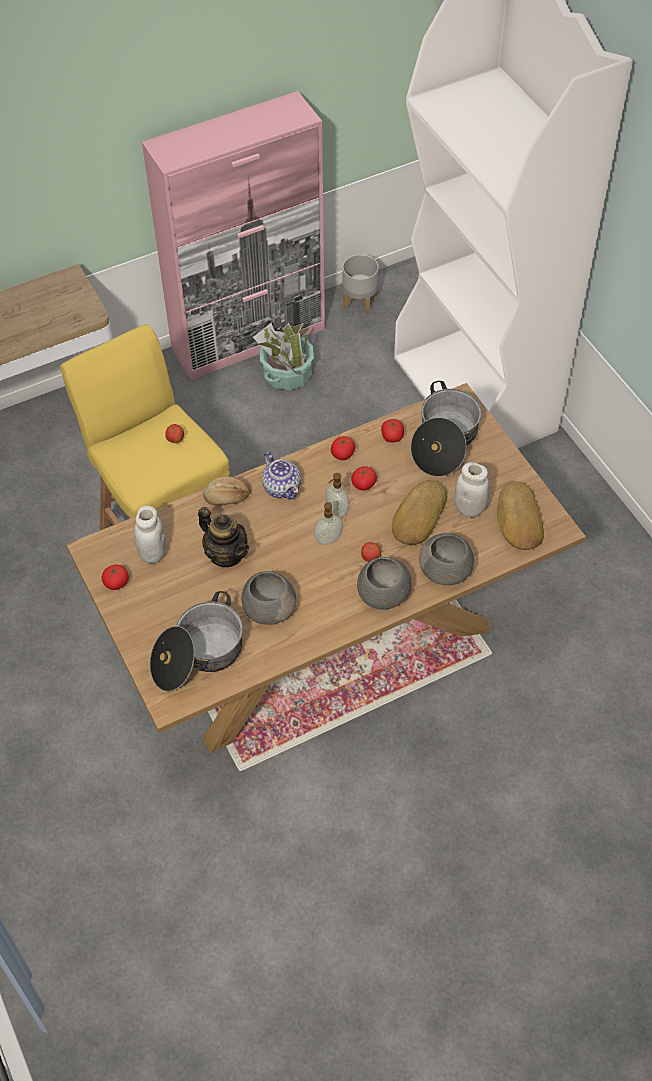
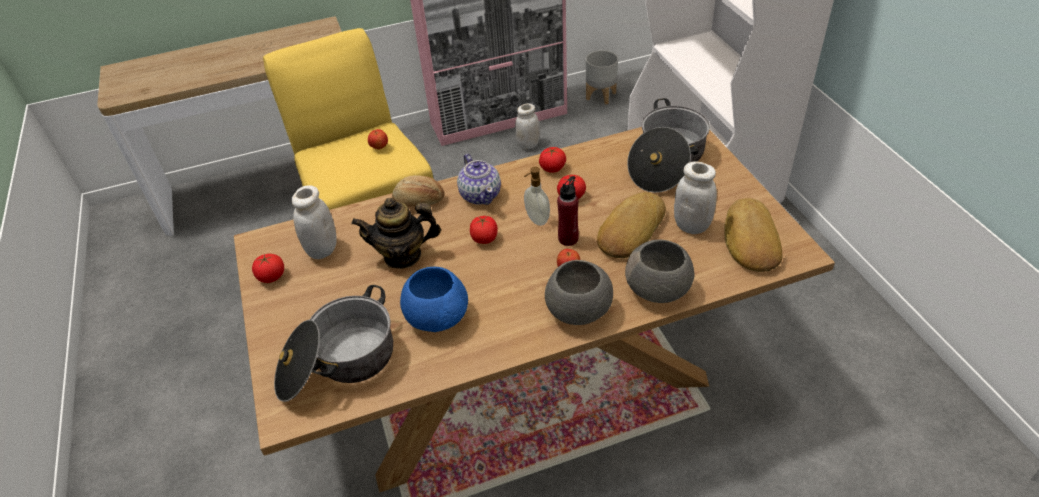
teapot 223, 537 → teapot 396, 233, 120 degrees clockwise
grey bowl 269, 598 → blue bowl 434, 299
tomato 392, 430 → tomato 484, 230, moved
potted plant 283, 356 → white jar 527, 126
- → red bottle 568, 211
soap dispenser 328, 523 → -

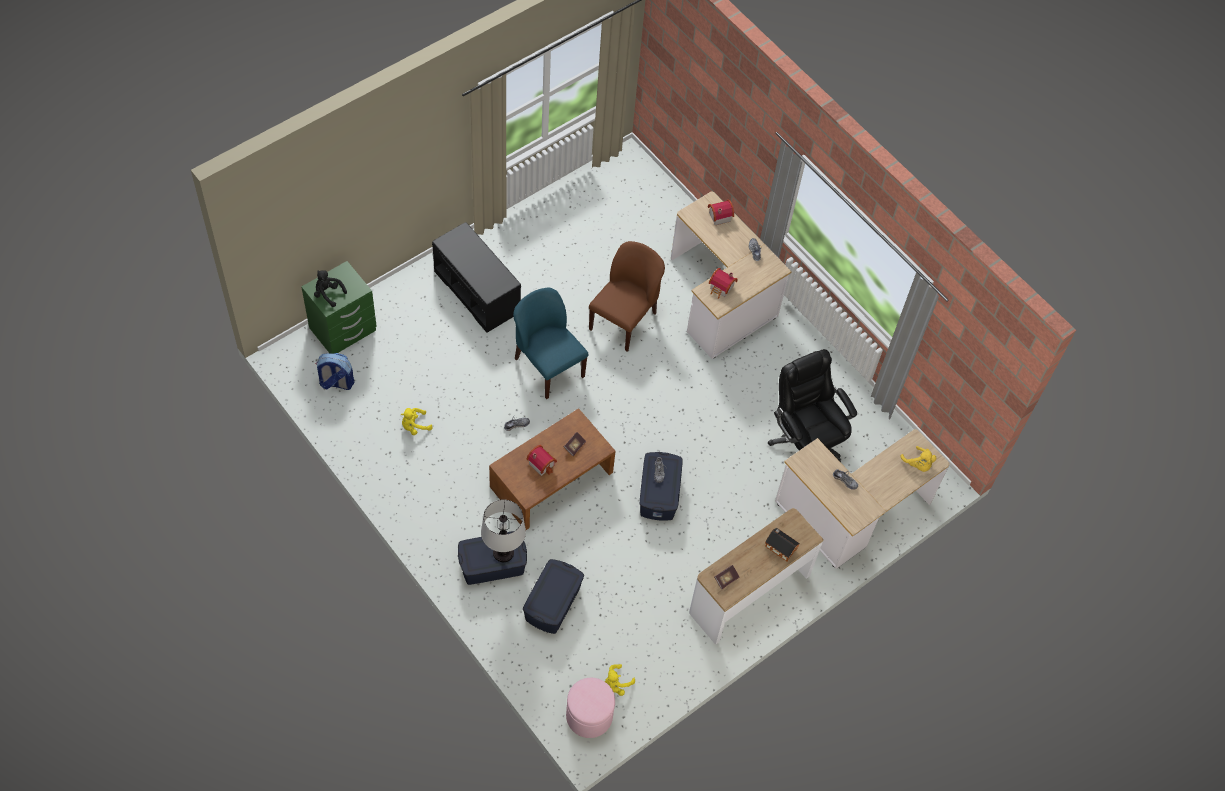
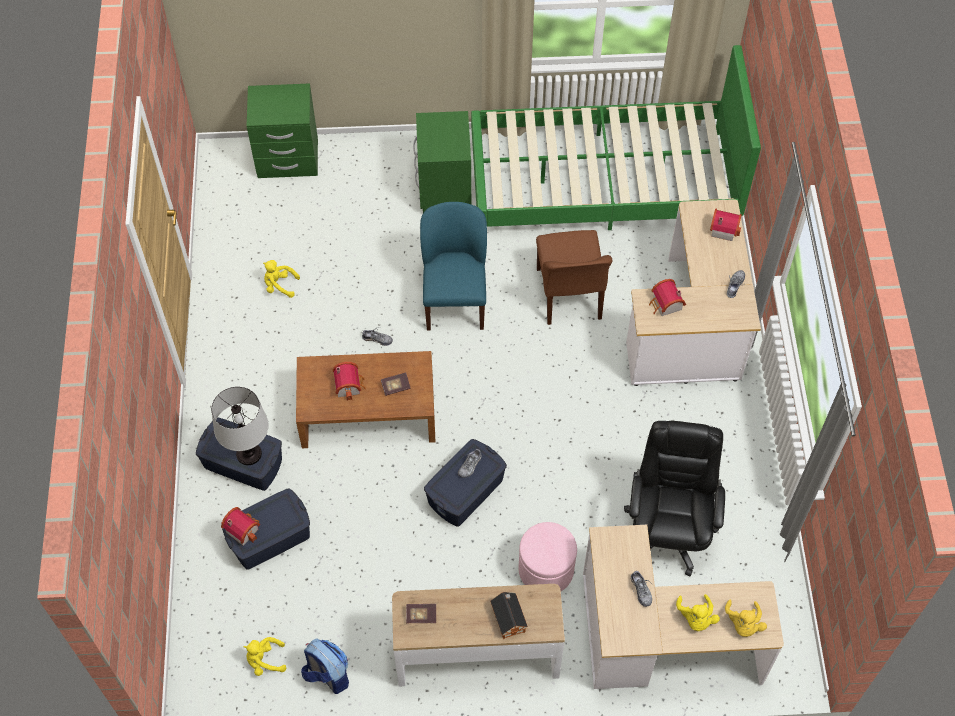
- → toy house 240, 526
backpack 335, 371 → backpack 325, 666, moved
black bench 476, 277 → green nightstand 442, 162
- → green bed 616, 137
pink ottoman 590, 708 → pink ottoman 548, 556, moved
brown chair 627, 296 → brown chair 574, 277, 105 degrees clockwise
- → yellow plush toy 698, 612
black plush toy 330, 288 → -

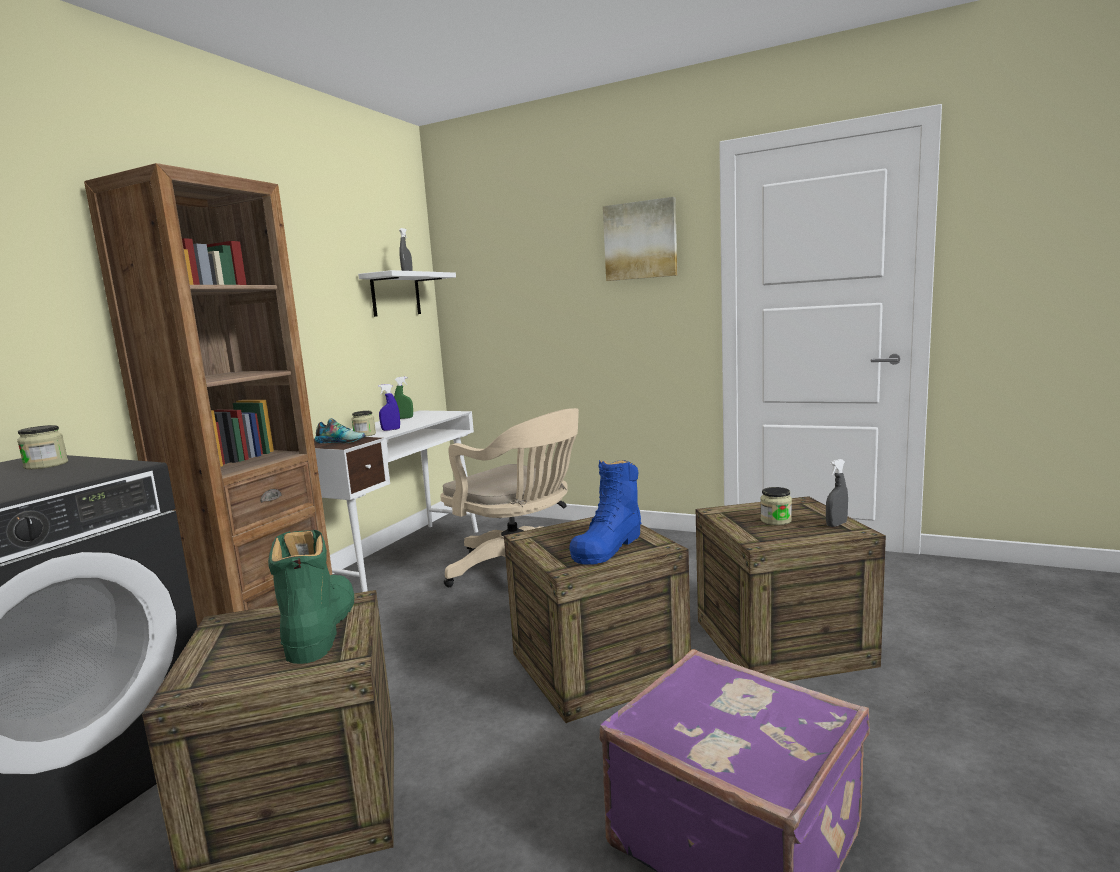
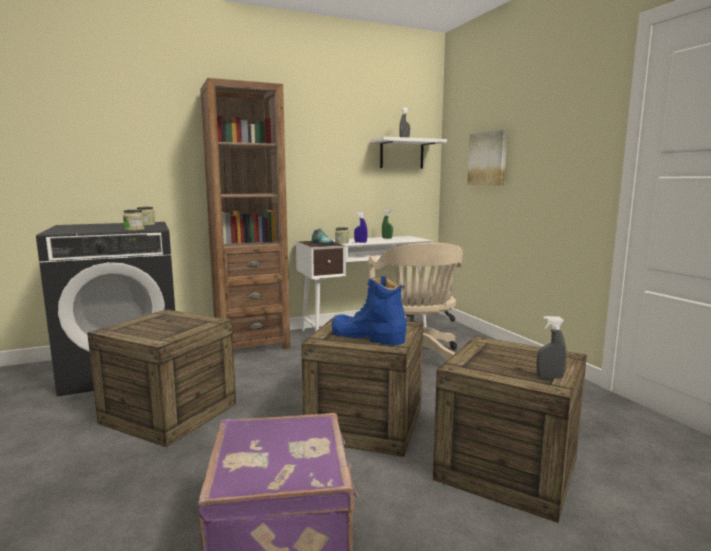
jar 776, 506 → jar 133, 220, moved
blue boot 605, 512 → blue boot 368, 311, 45 degrees clockwise
picture 640, 239 → picture 487, 157, moved
green boot 311, 597 → -

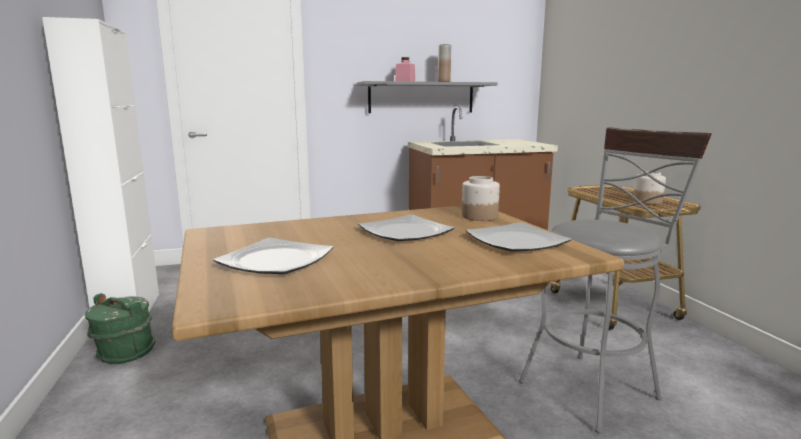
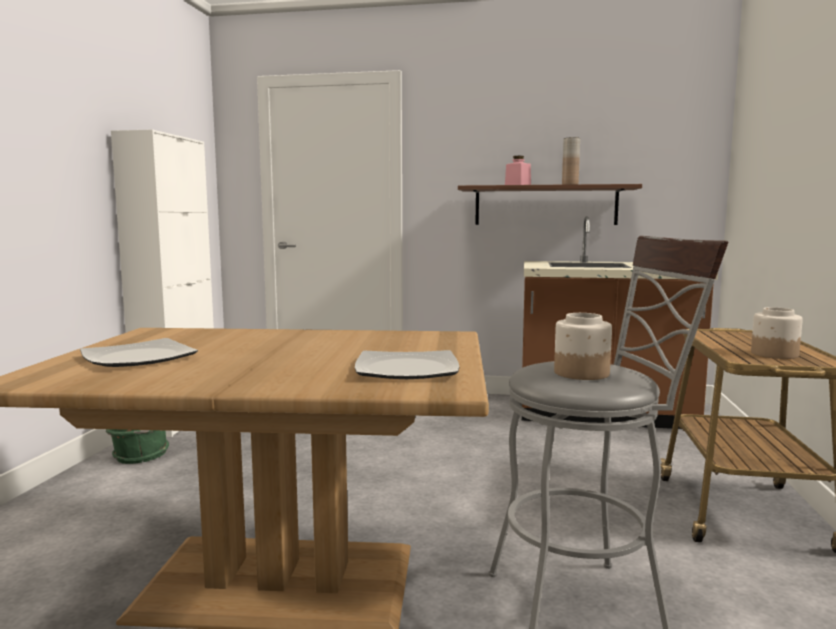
grey shelf 427, 97 → brown shelf 550, 204
jar 481, 198 → jar 583, 346, moved
plate 406, 228 → -

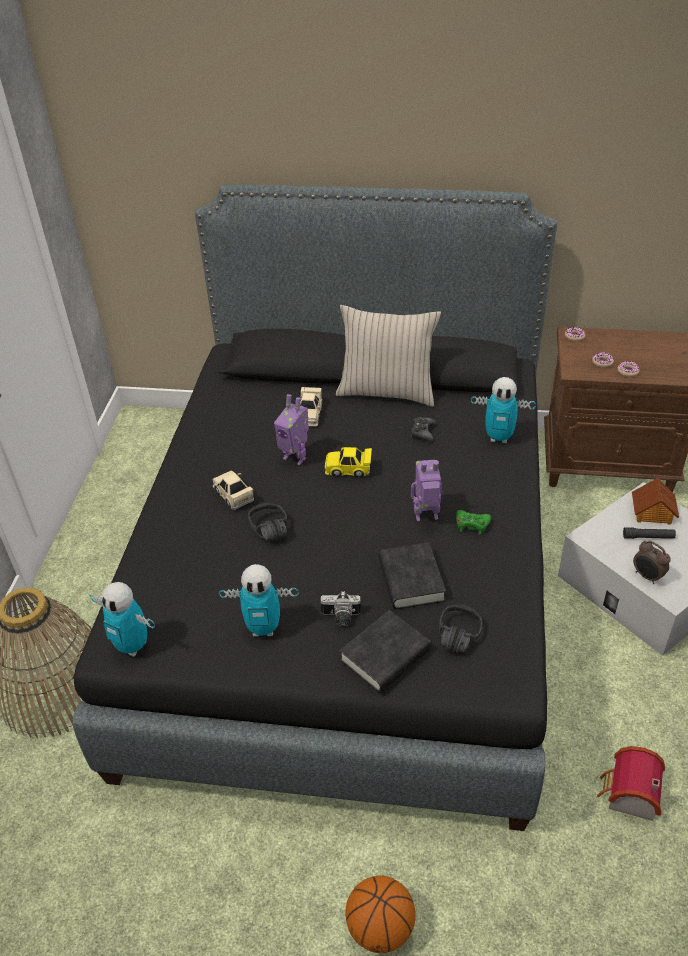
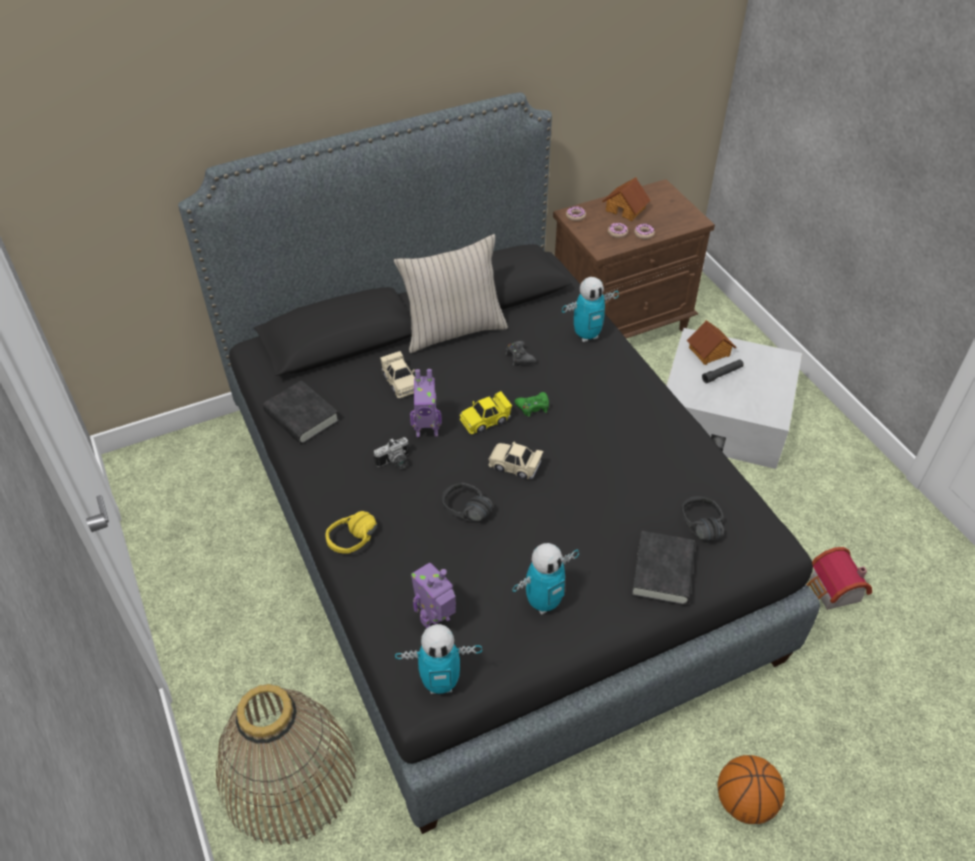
black book 412, 575 → black book 301, 412, moved
- → yellow headphones 351, 532
photo camera 340, 608 → photo camera 391, 453, moved
toy robot 426, 490 → toy robot 433, 596, moved
beige toy car 233, 490 → beige toy car 516, 460, moved
green game controller 473, 522 → green game controller 532, 404, moved
- → toy house 626, 199
alarm clock 651, 562 → -

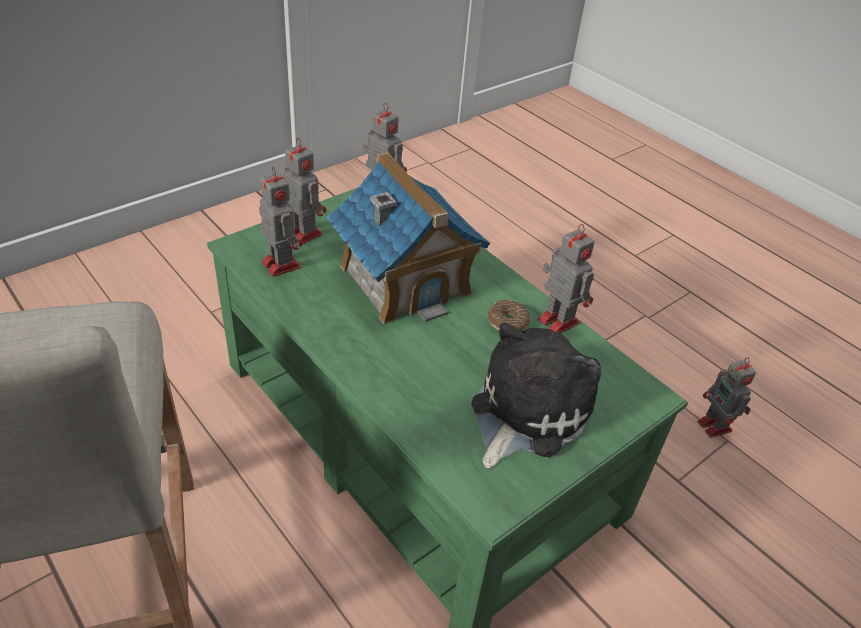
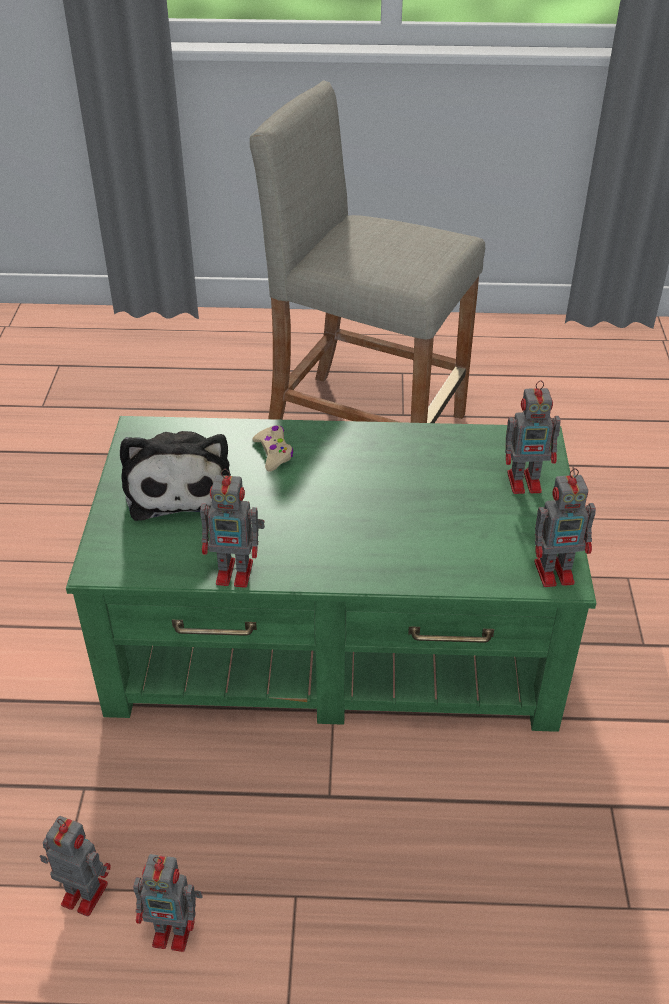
toy robot 280, 221 → toy robot 168, 903, moved
- → beige game controller 272, 448
toy house 408, 238 → -
donut 509, 315 → -

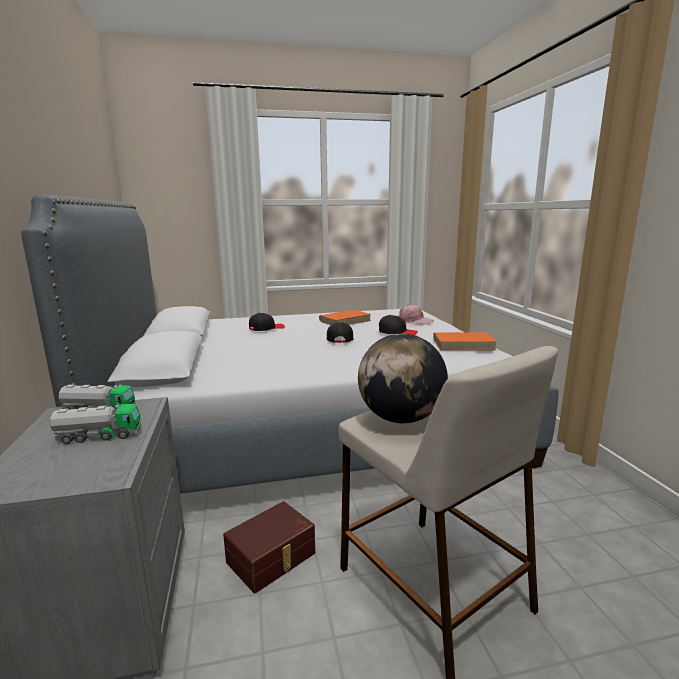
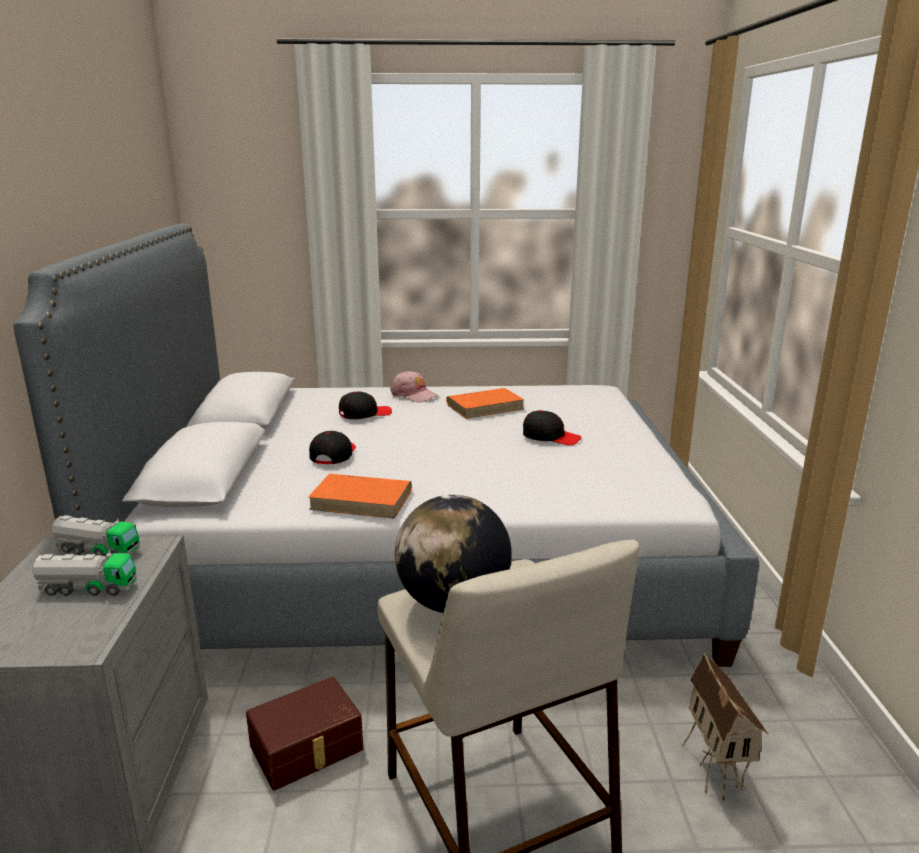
orange book 465, 341 → orange book 360, 496, moved
black cap 340, 332 → black cap 332, 447, moved
pink cap 416, 314 → pink cap 414, 386, moved
- → toy house 725, 727

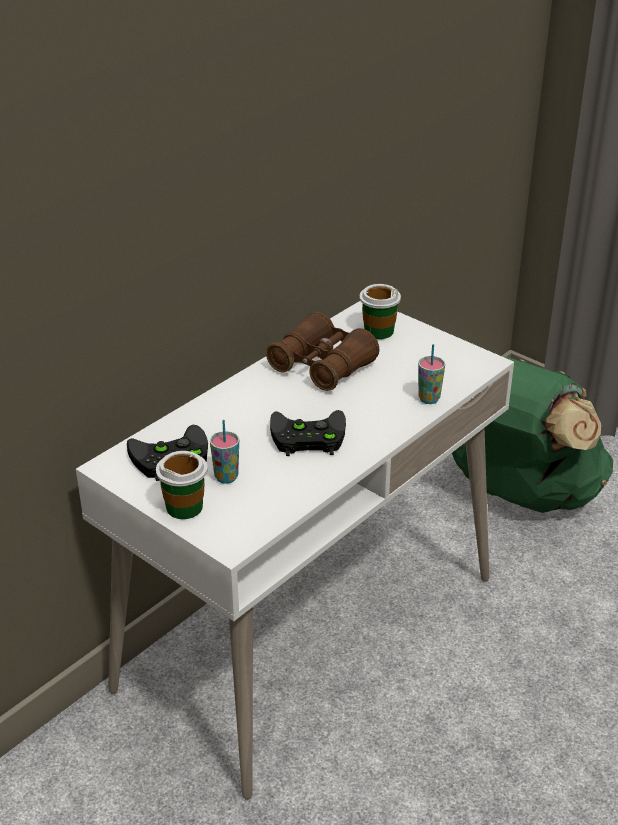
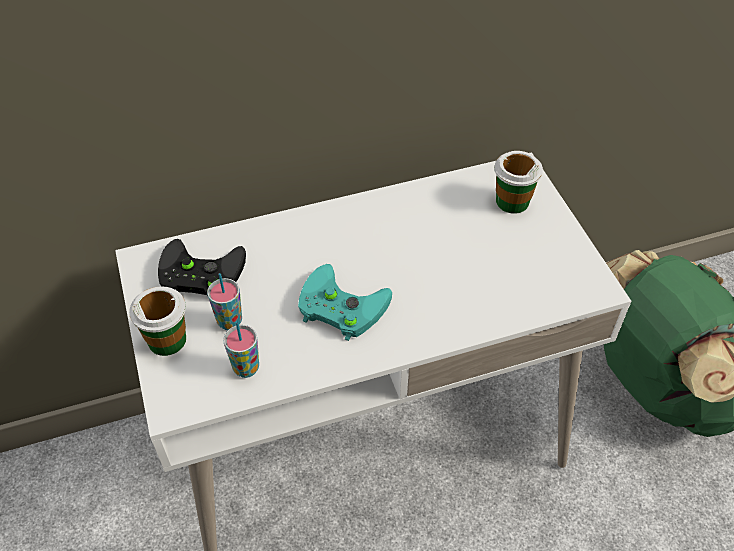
cup 431, 374 → cup 241, 349, moved
black game controller 308, 433 → turquoise game controller 345, 302
brown binoculars 322, 351 → -

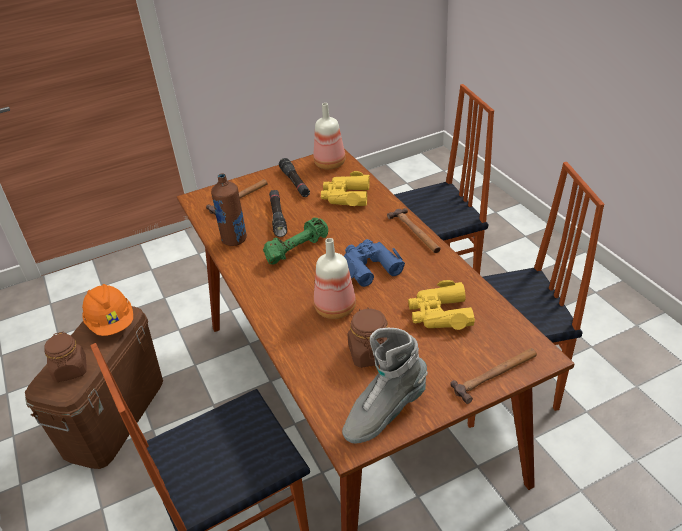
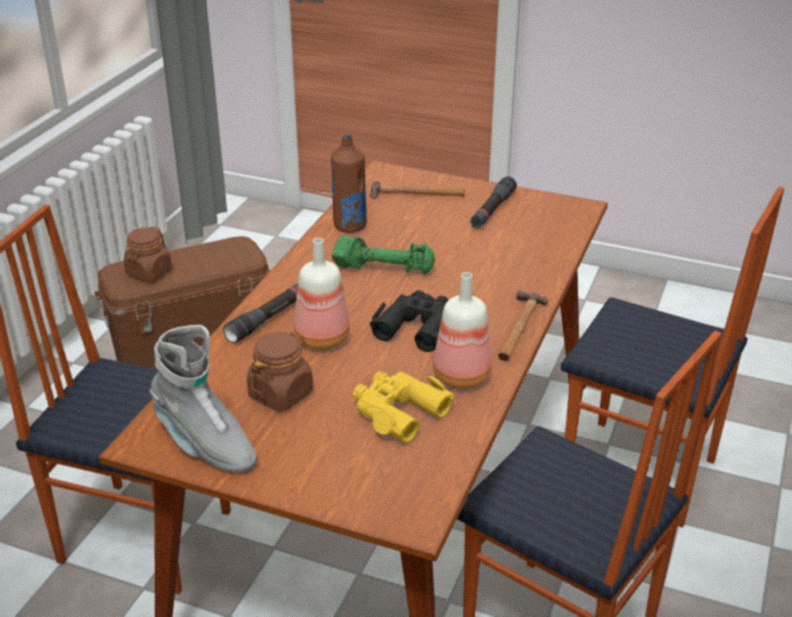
grey boot 385, 386 → grey boot 203, 398, 150 degrees counterclockwise
black flashlight 278, 213 → black flashlight 260, 313, moved
blue binoculars 374, 263 → black binoculars 409, 321
bottle 330, 136 → bottle 462, 330, moved
orange hard hat 107, 310 → -
yellow binoculars 345, 188 → -
hammer 493, 376 → -

